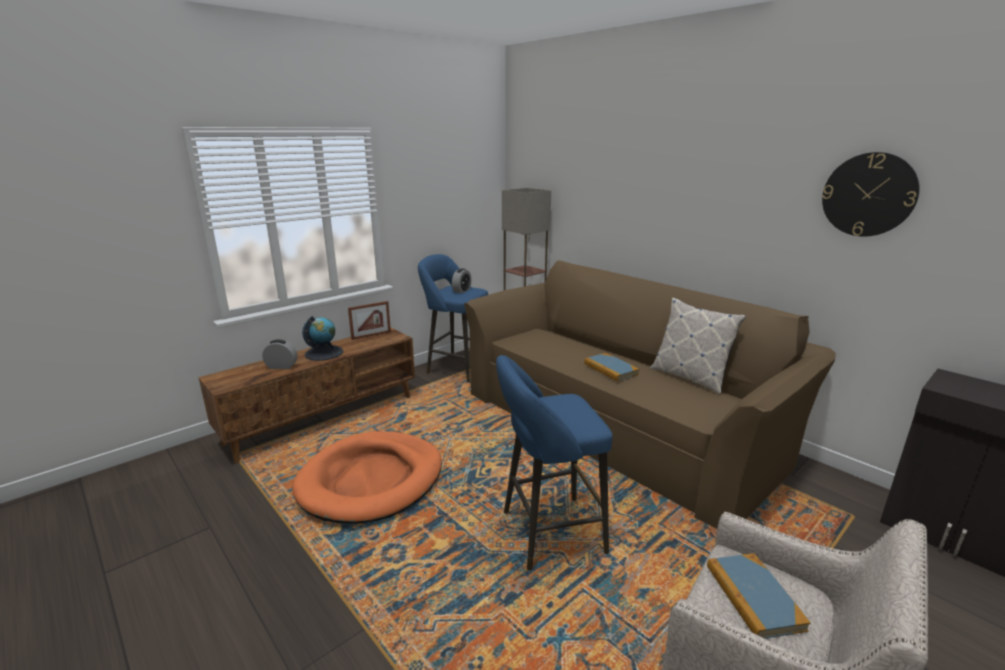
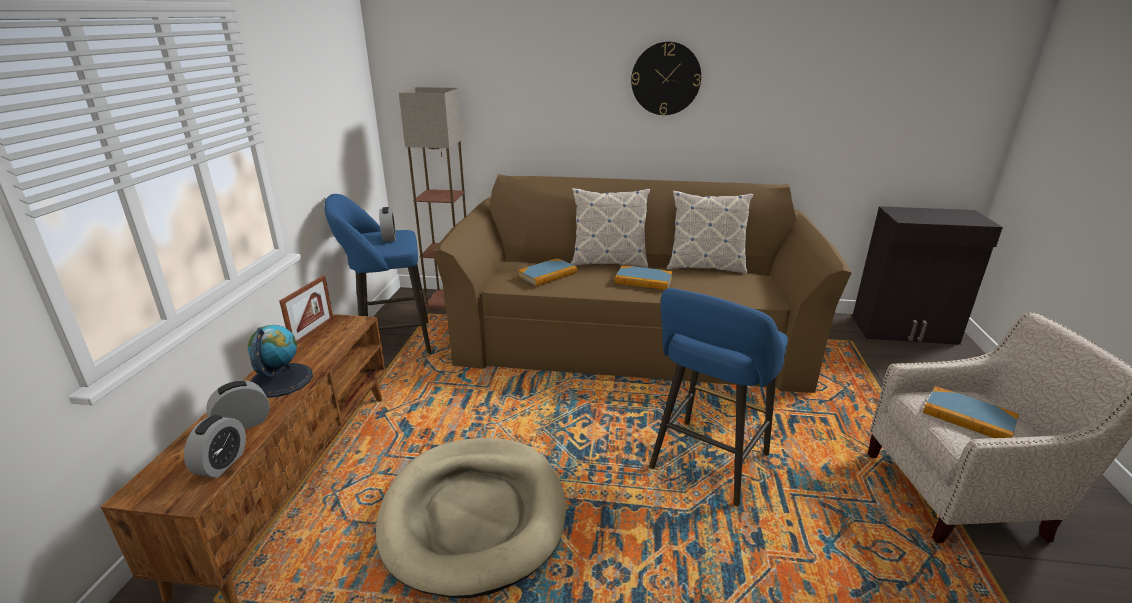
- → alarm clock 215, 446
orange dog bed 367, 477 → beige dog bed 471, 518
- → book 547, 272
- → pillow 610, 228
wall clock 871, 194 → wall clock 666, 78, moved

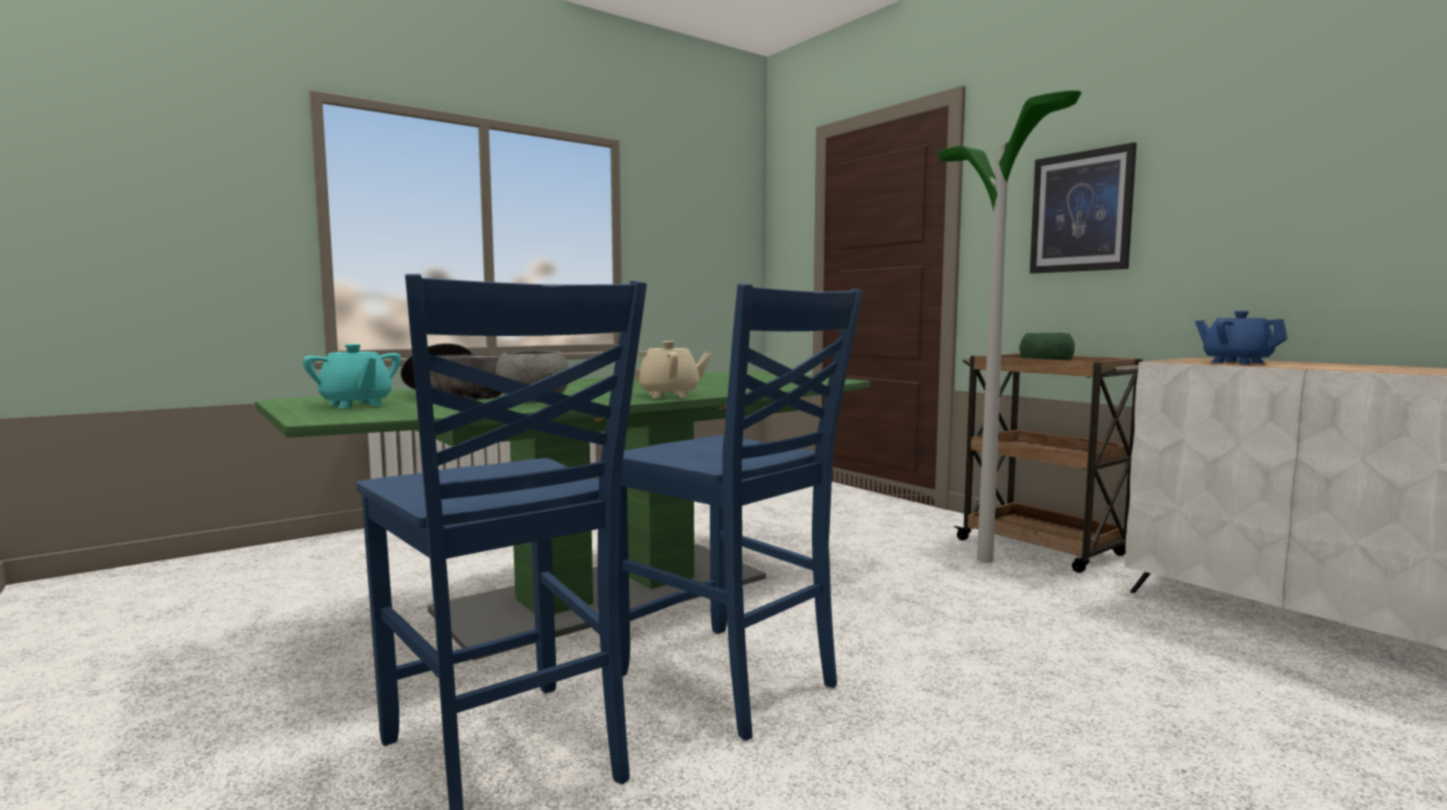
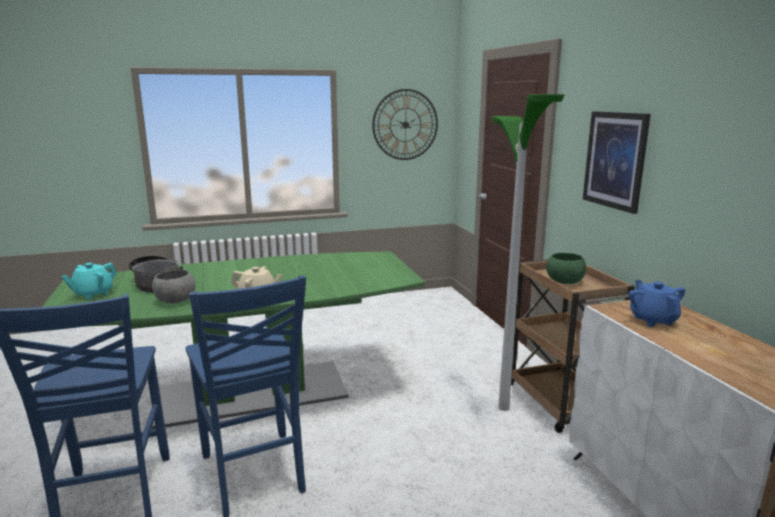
turquoise teapot 352, 376 → turquoise teapot 89, 281, 60 degrees clockwise
- → wall clock 405, 124

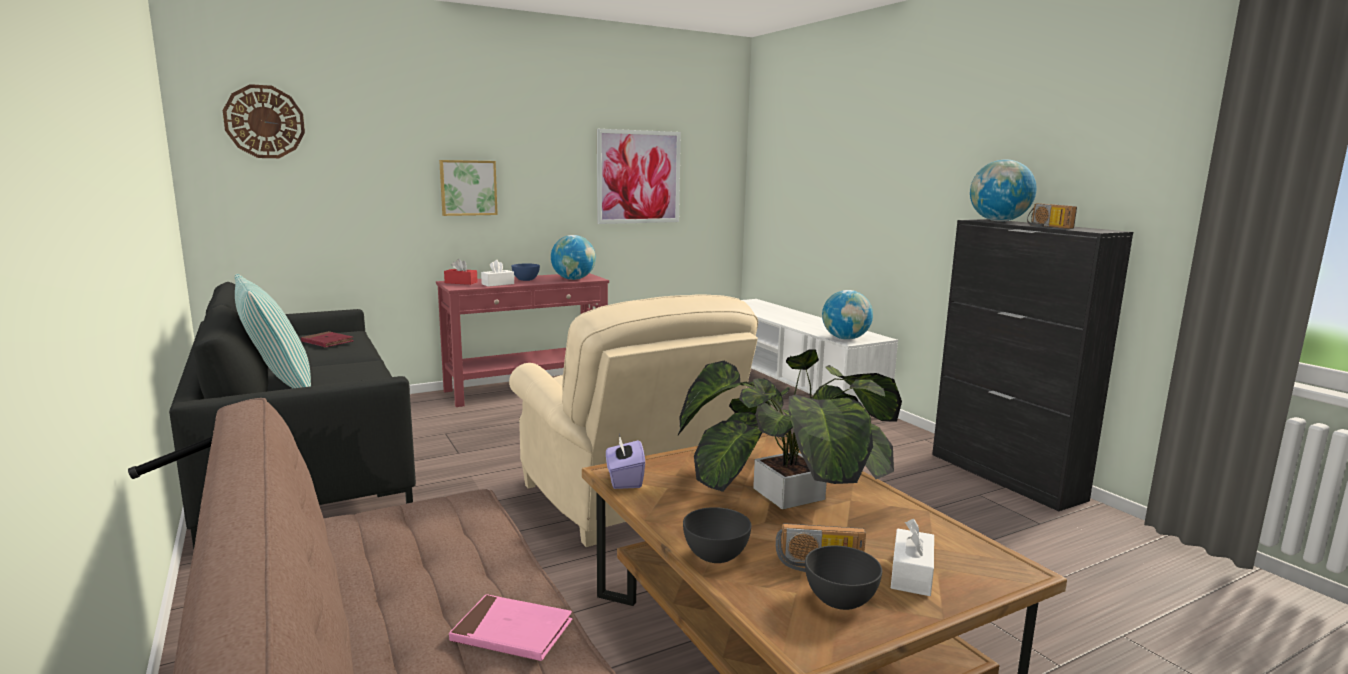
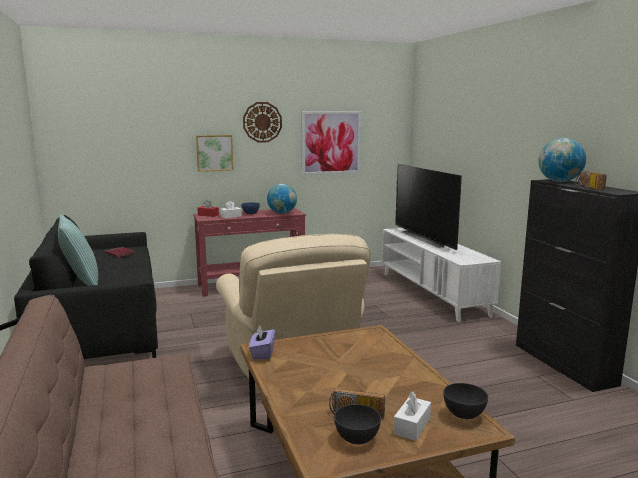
wall clock 264, 121 → wall clock 262, 122, moved
- → television 428, 207
grey bowl 717, 535 → grey bowl 465, 401, moved
pink book 511, 627 → -
potted plant 790, 429 → -
globe 847, 315 → -

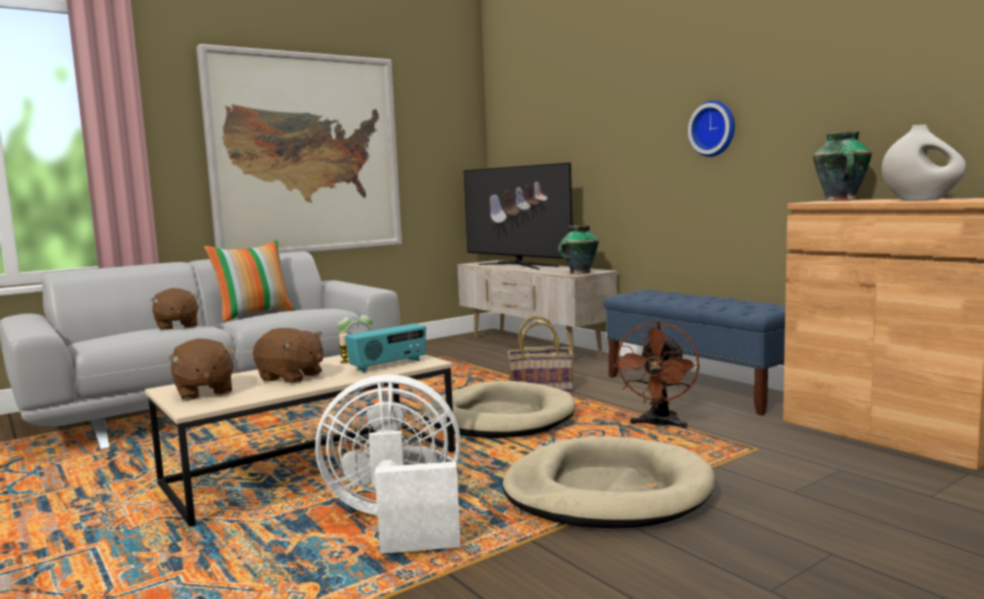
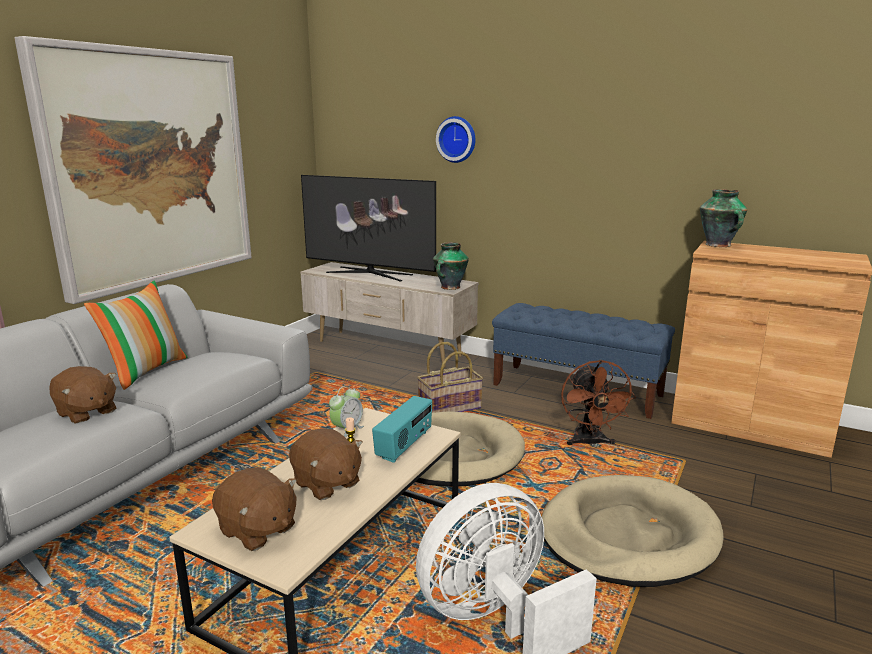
brown plush toy 288, 355 → brown plush toy 326, 464, 45 degrees clockwise
wall clock 711, 128 → wall clock 455, 139, moved
white vase 924, 162 → -

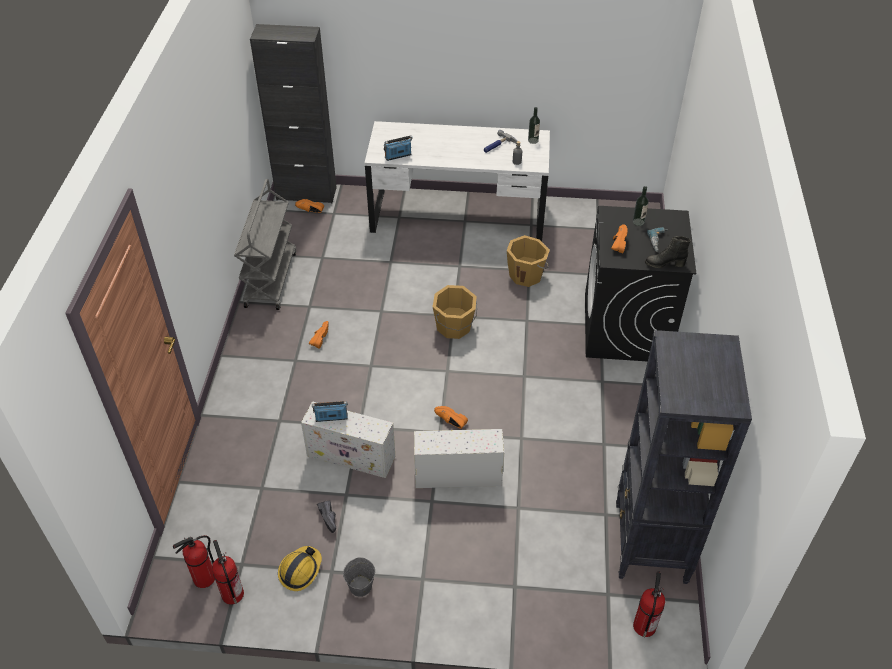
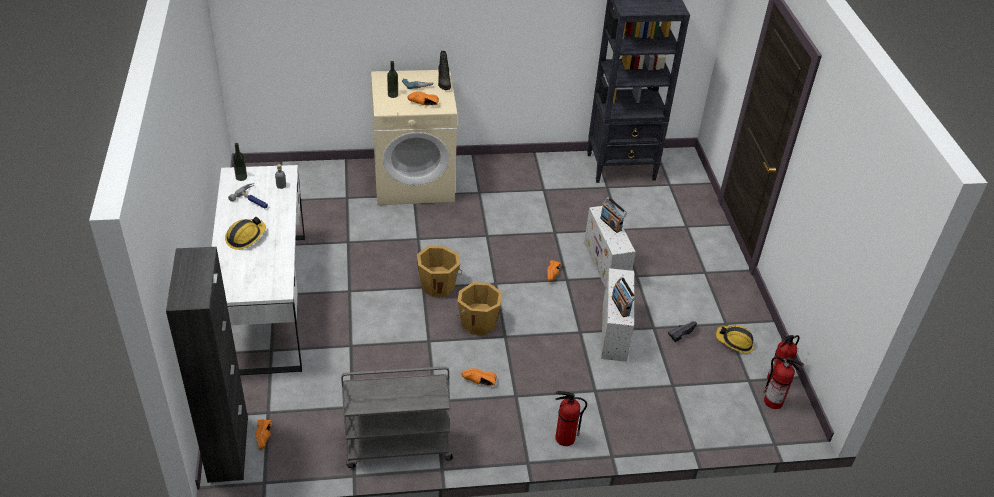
- → hard hat 245, 233
black washing machine 640, 284 → beige washing machine 414, 137
orange bucket 528, 261 → orange bucket 479, 308, moved
fire extinguisher 649, 604 → fire extinguisher 571, 418, moved
radio 398, 148 → radio 613, 215, moved
grey bucket 359, 577 → -

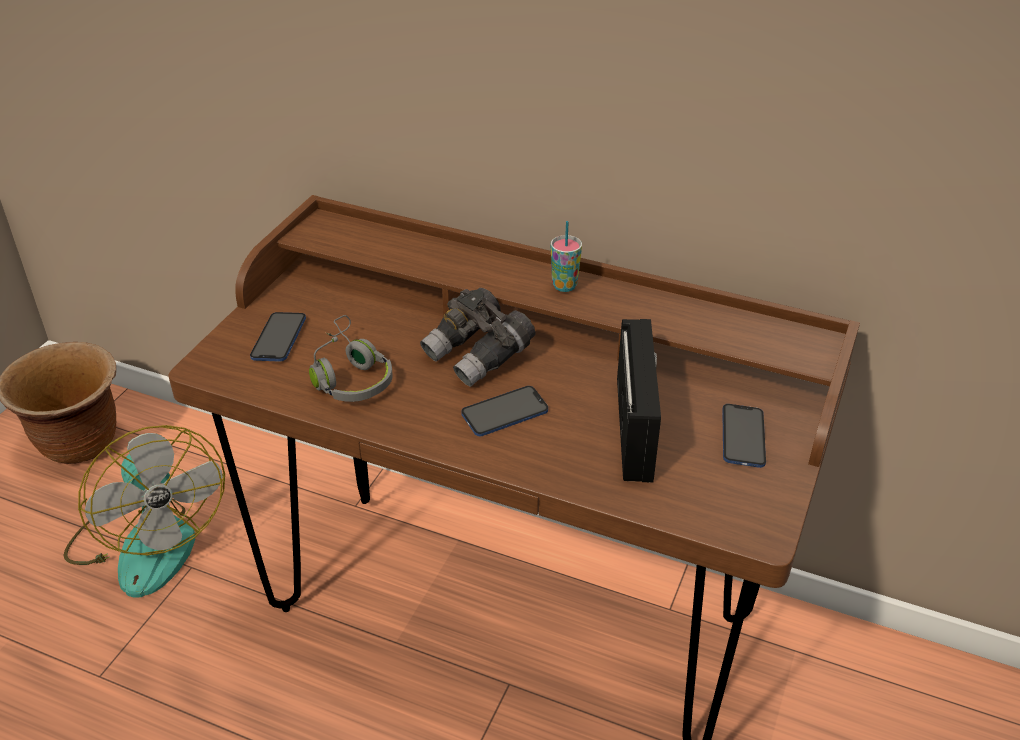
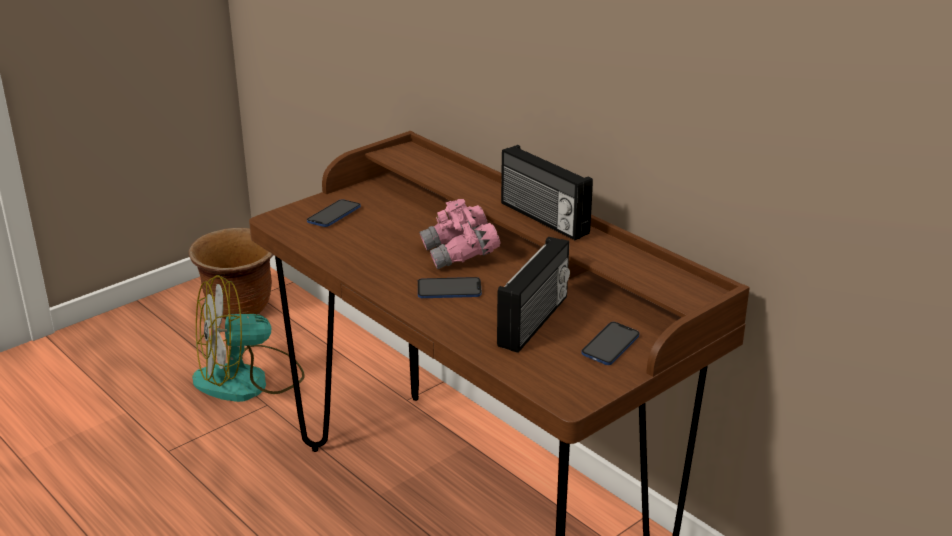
fan 144, 511 → fan 248, 338, 75 degrees clockwise
grey binoculars 478, 337 → pink binoculars 460, 234
cup 566, 256 → radio 547, 192
grey headphones 351, 358 → -

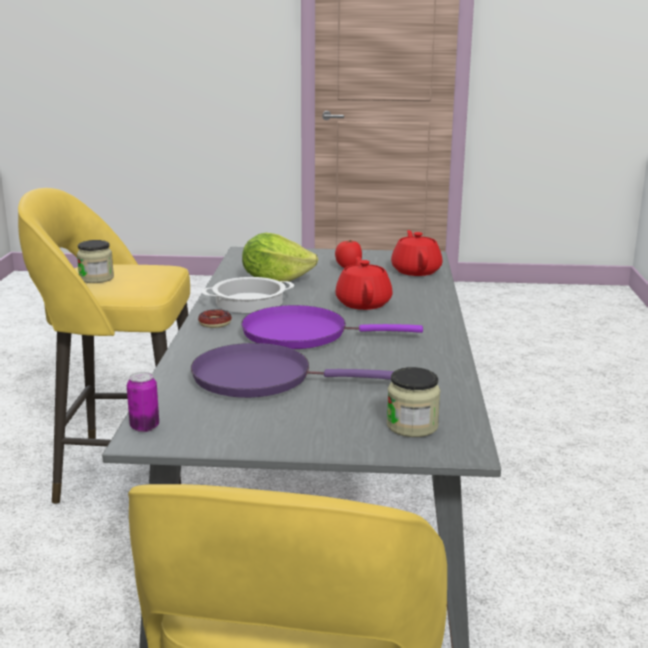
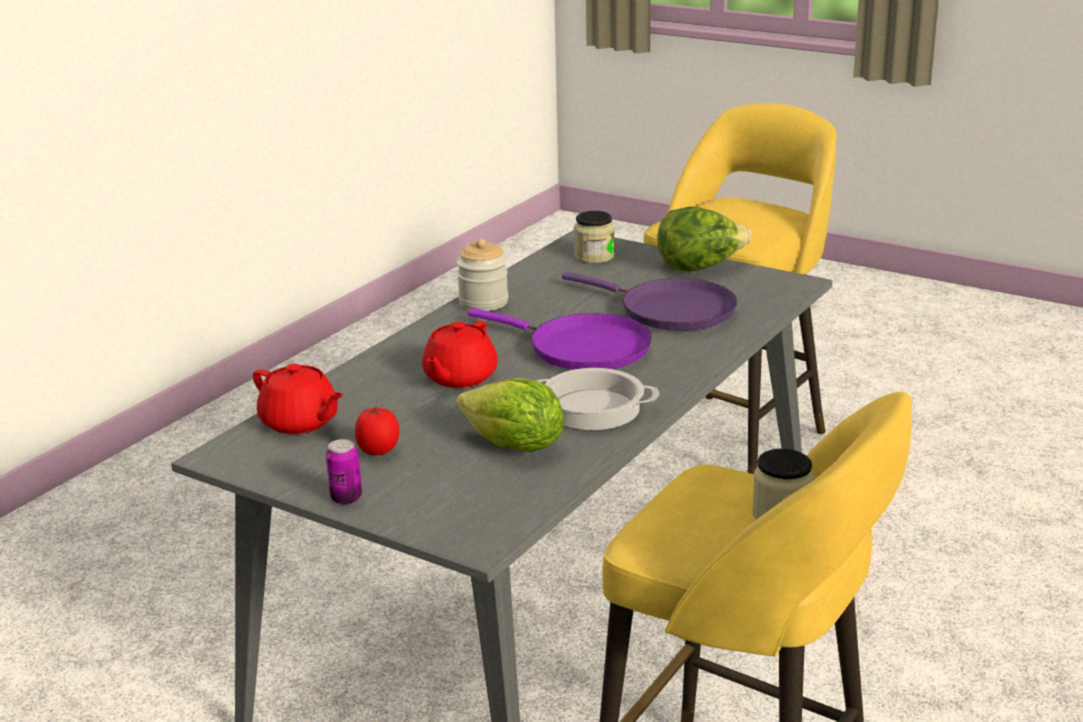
red teapot 417, 253 → red teapot 298, 399, 75 degrees counterclockwise
can 143, 402 → can 344, 472, moved
- → jar 482, 275
- → lettuce 704, 239
donut 215, 318 → -

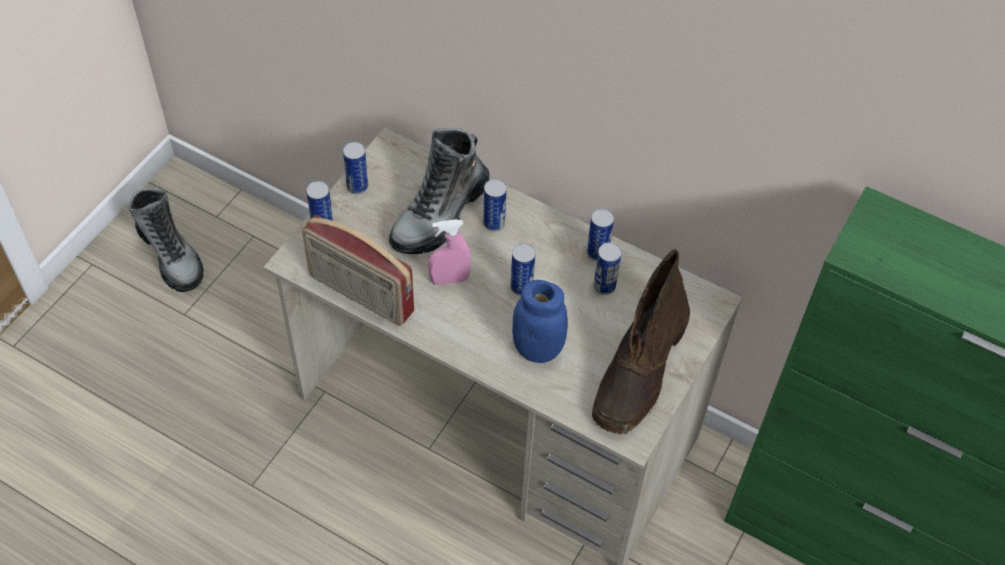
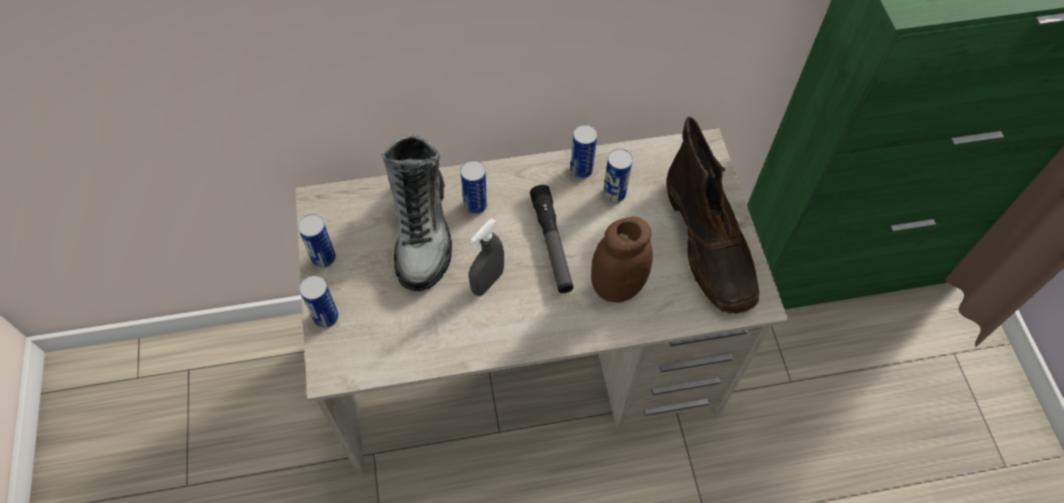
pink spray bottle 449, 252 → grey spray bottle 486, 257
can 523, 269 → flashlight 551, 239
blue jar 540, 321 → brown jar 622, 260
boot 166, 240 → -
radio 358, 270 → -

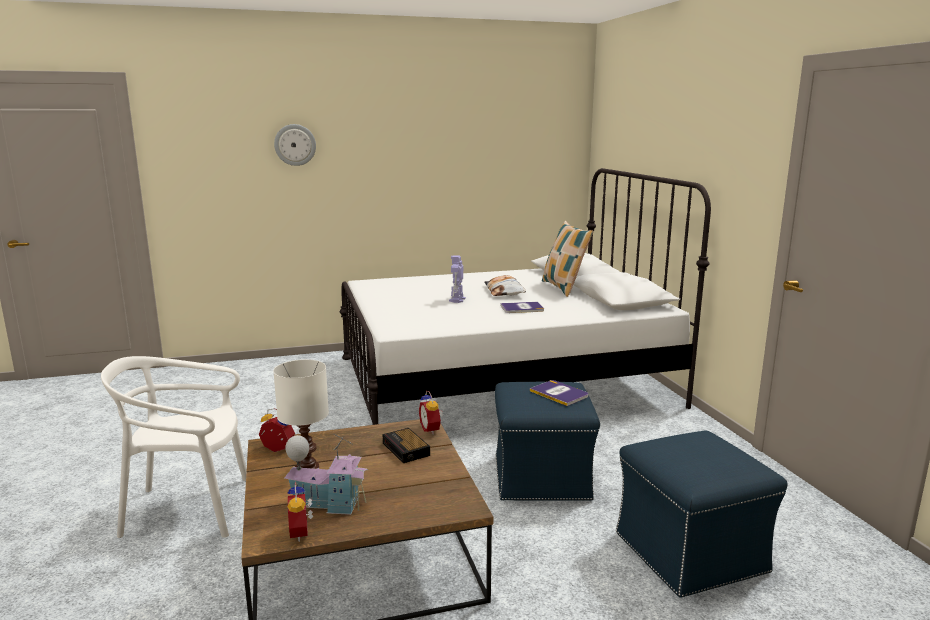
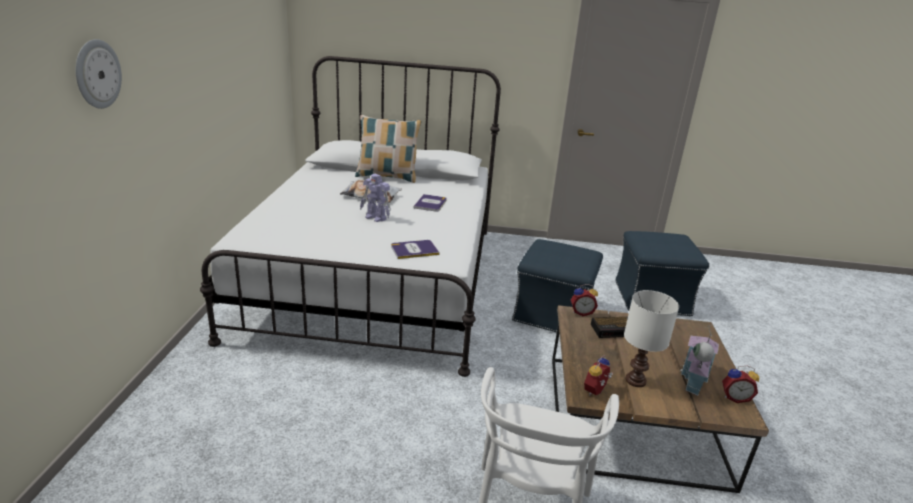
book 559, 393 → book 415, 249, moved

